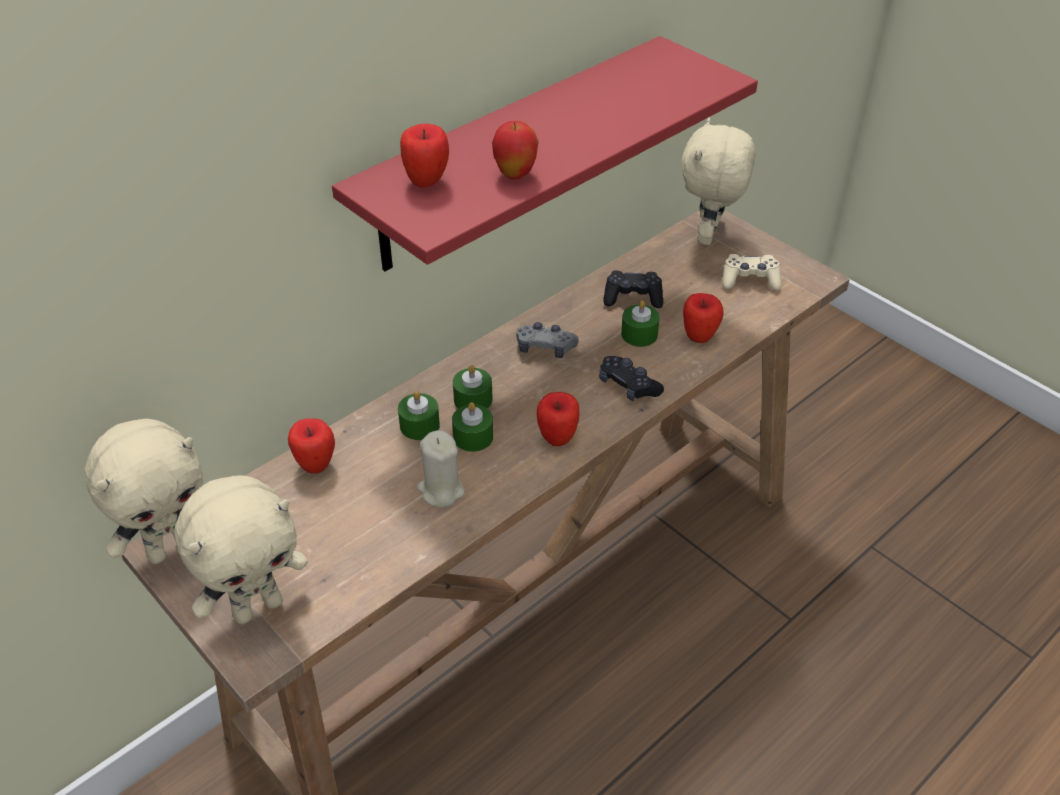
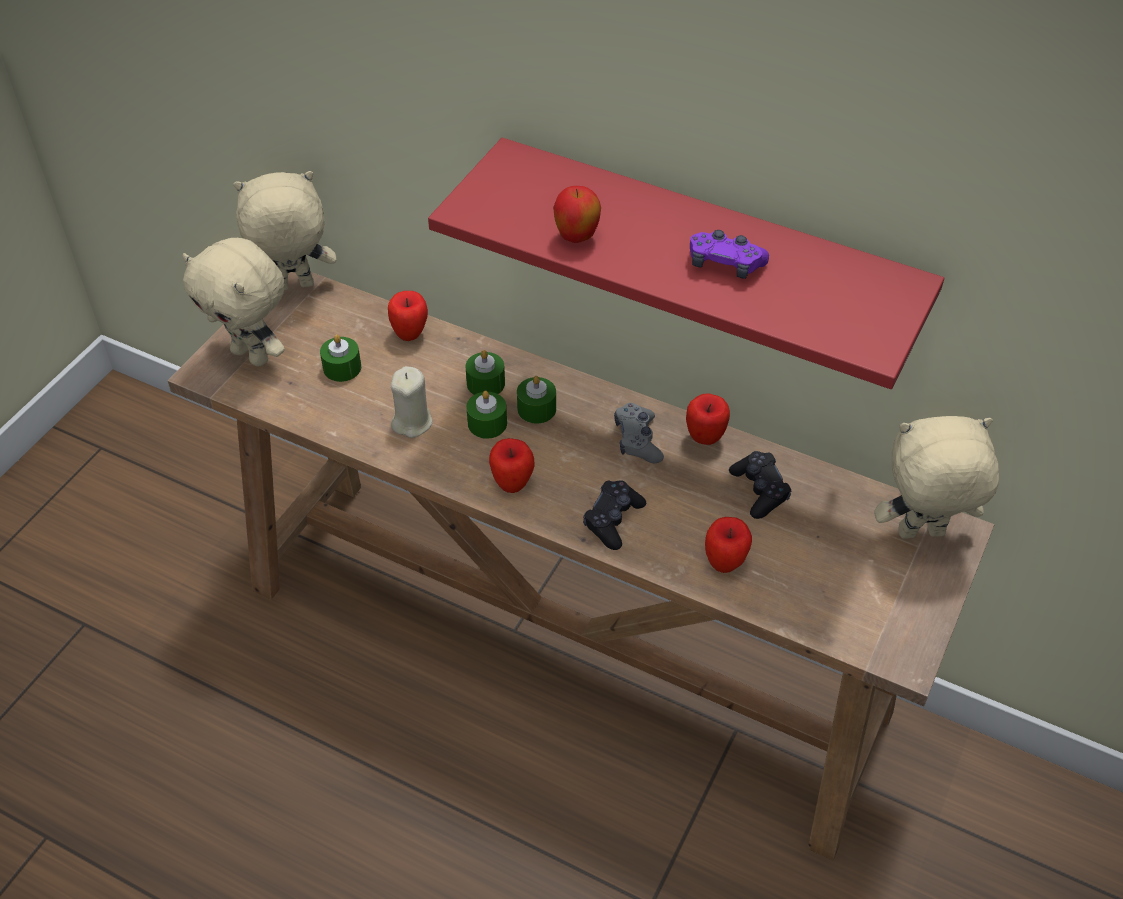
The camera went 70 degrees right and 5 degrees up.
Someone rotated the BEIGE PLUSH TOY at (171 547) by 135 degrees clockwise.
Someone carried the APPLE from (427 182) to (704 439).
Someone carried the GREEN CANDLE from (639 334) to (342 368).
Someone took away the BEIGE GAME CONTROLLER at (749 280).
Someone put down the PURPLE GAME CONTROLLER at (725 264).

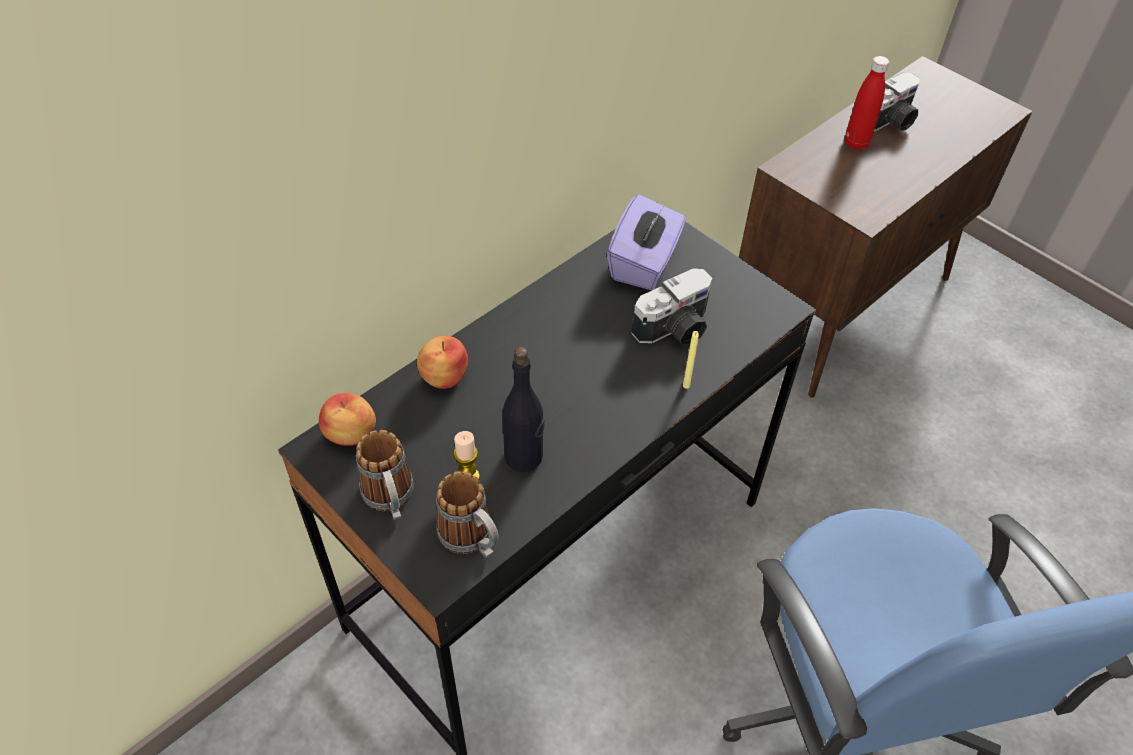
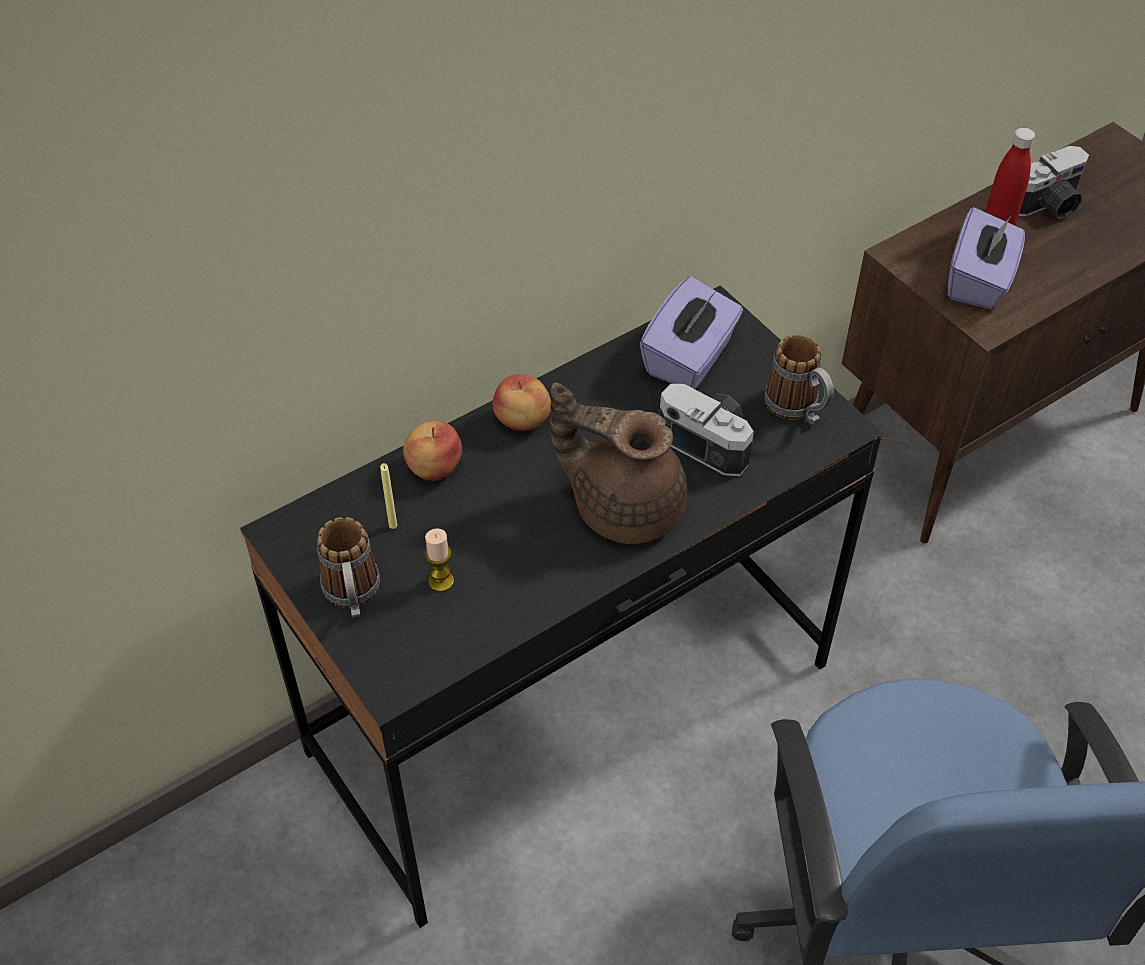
The camera went 10 degrees right and 0 degrees up.
Someone carried the APPLE from (351 435) to (522 421).
Someone carried the MUG from (472 540) to (798 409).
Someone took away the BLACK BOTTLE at (524 457).
Someone rotated the PHOTO CAMERA at (675 330) by 120 degrees counterclockwise.
Someone carried the YELLOW CANDLE from (686 385) to (393 525).
Someone put down the BROWN TEAPOT at (624 505).
Someone put down the PURPLE TISSUE BOX at (979 281).

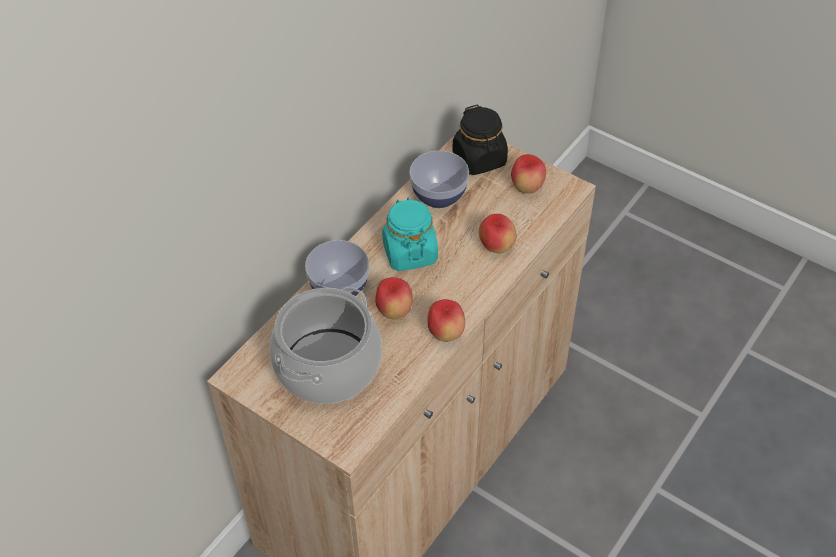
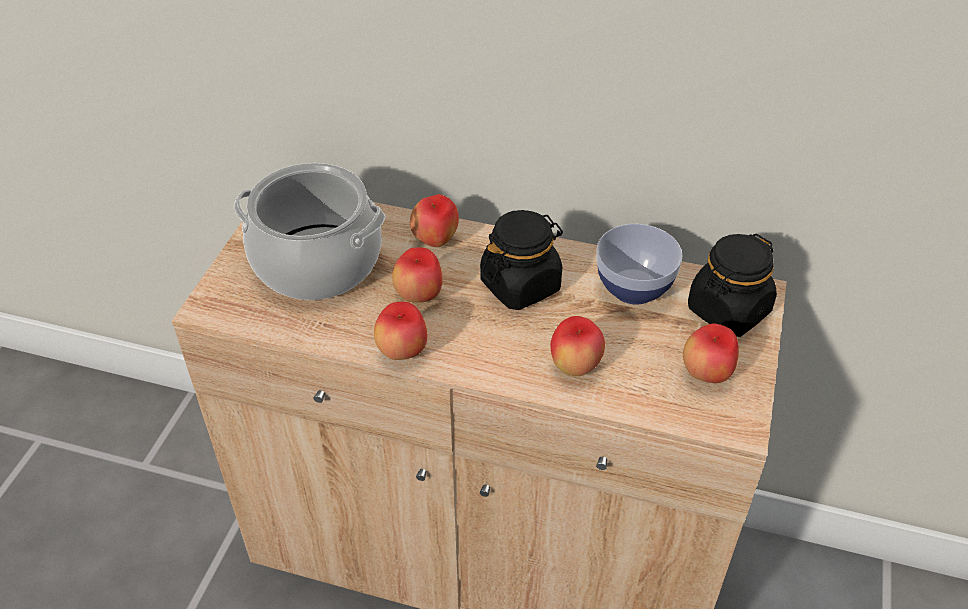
The camera went 70 degrees right and 5 degrees down.
Someone swapped the BOWL at (339 288) for the APPLE at (435 241).
Someone repainted the TURQUOISE JAR at (409 252), which became the BLACK JAR at (521 285).

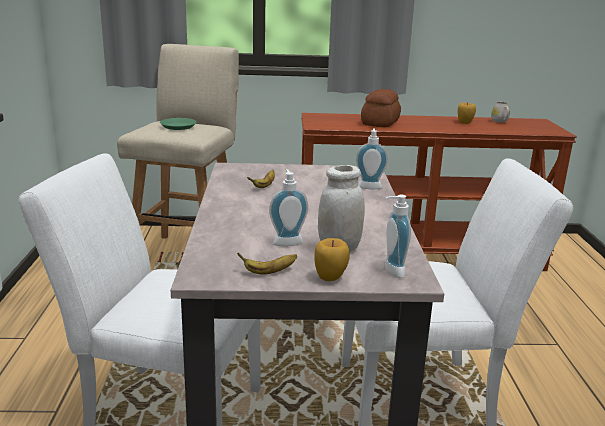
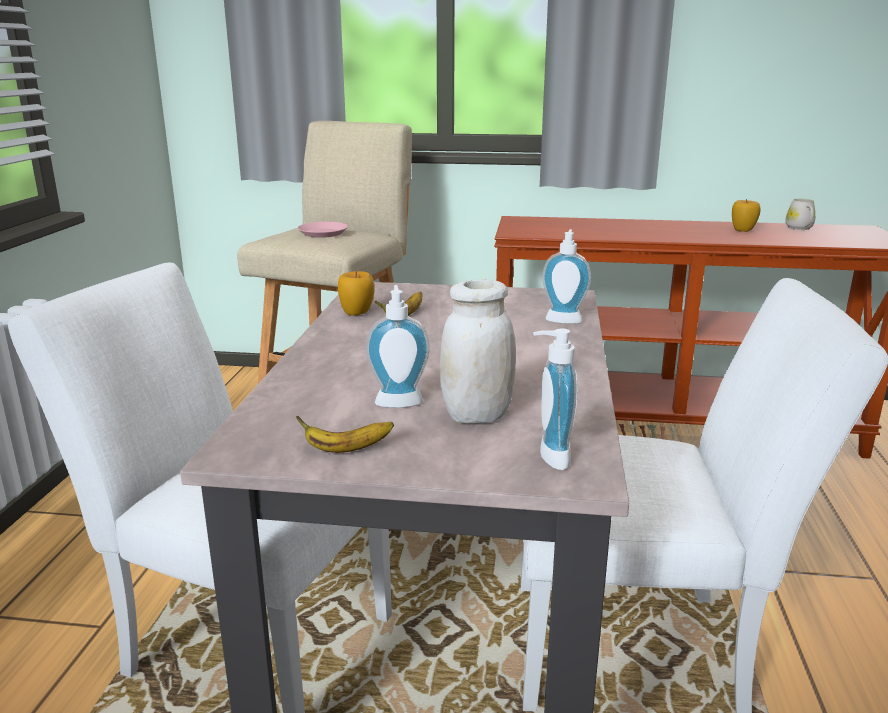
The camera went 10 degrees right and 0 degrees up.
Someone repainted the GREEN PLATE at (178 126), which became the PINK PLATE at (323 233).
Someone carried the APPLE from (330 278) to (357 313).
Someone took away the BREAD at (379 123).

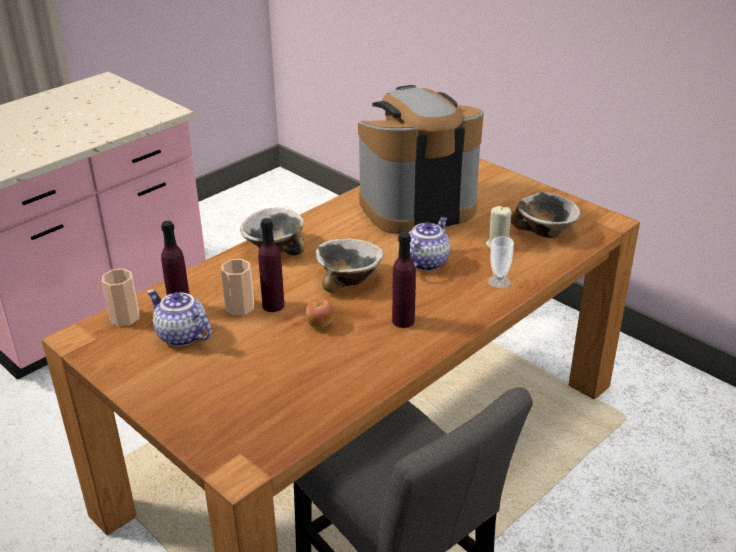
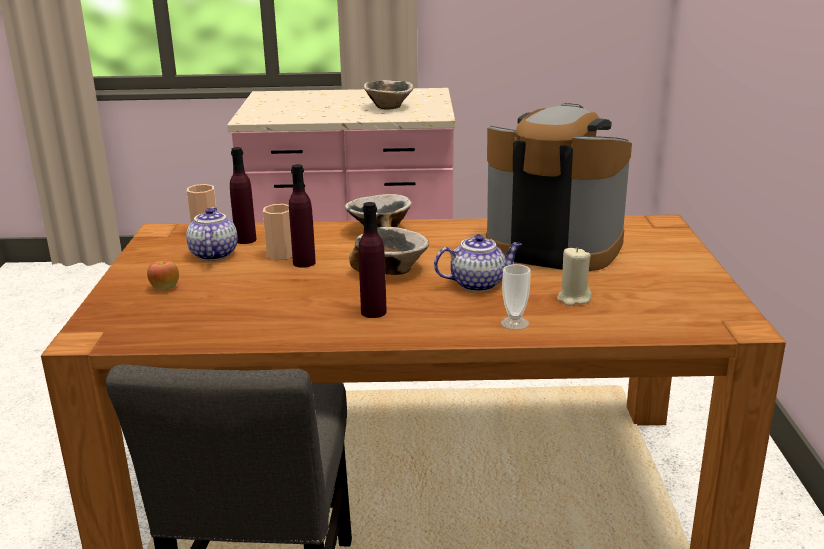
The camera went 45 degrees right and 10 degrees down.
Someone carried the APPLE from (319 325) to (165 288).
Someone carried the BOWL from (546 231) to (388 107).

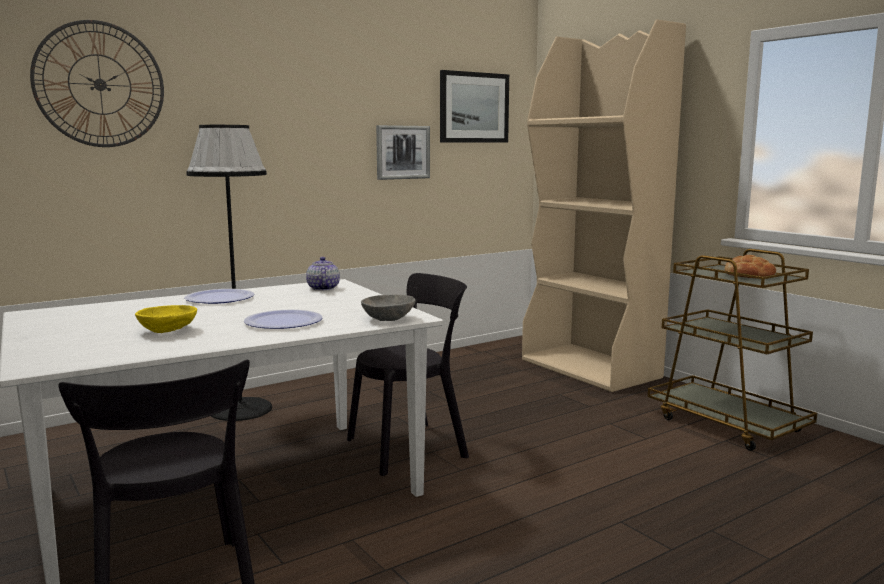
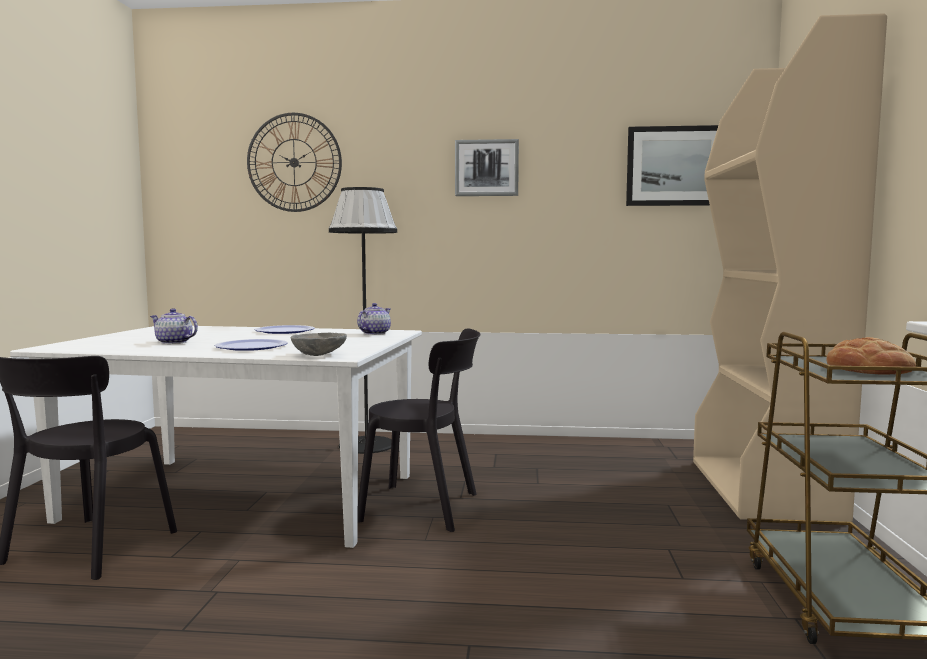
The camera went 40 degrees right and 5 degrees down.
Someone swapped the YELLOW BOWL at (169 331) for the TEAPOT at (174 342).
Someone carried the PICTURE from (402 152) to (486 168).

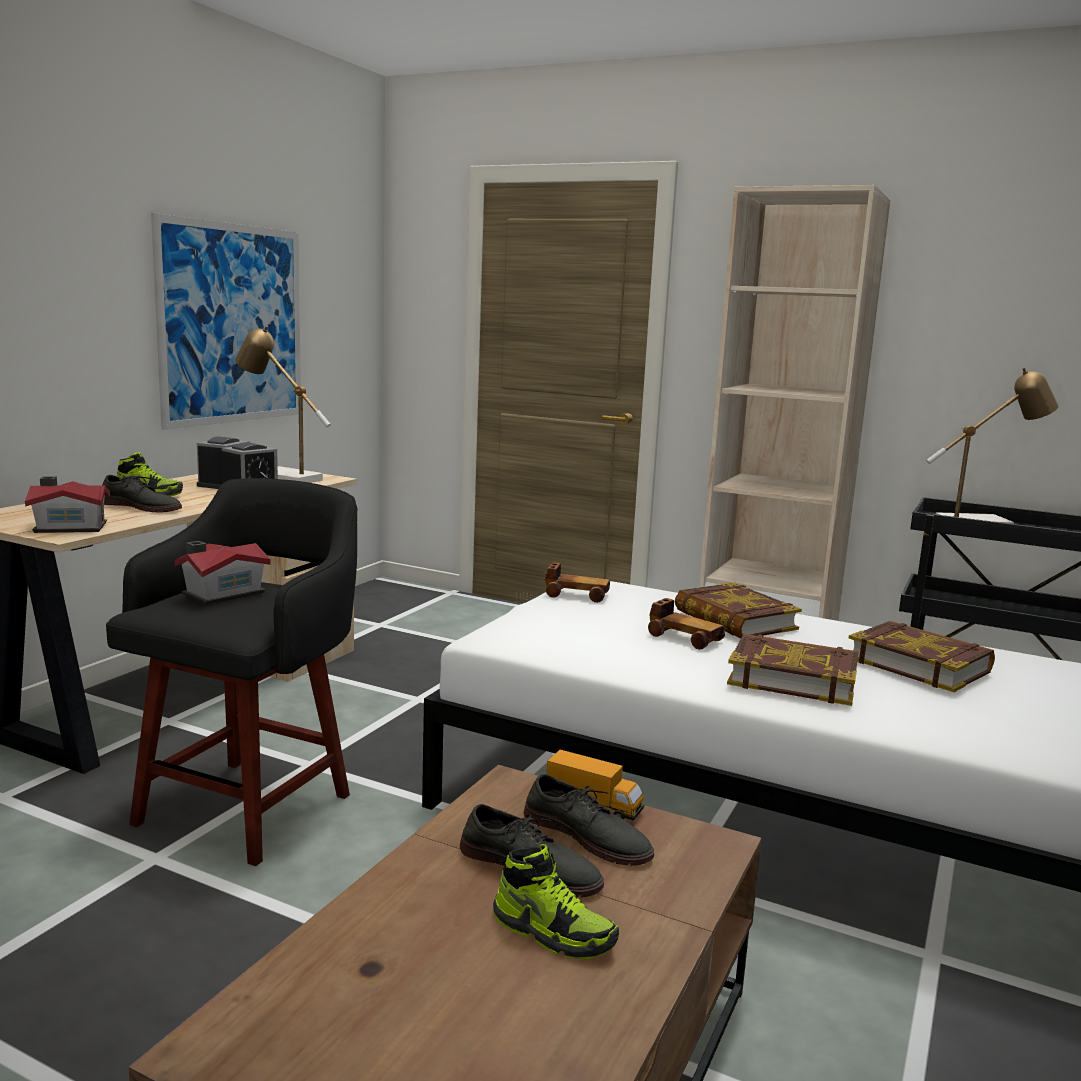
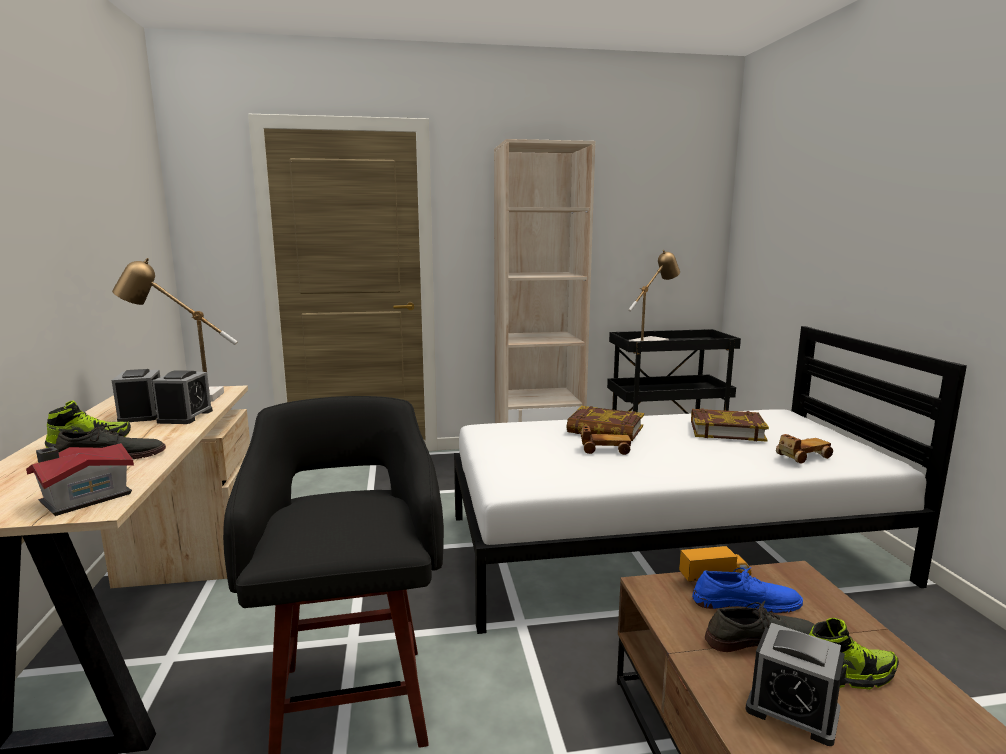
The camera went 35 degrees left and 0 degrees up.
Someone took away the PICTURE at (233 324).
Someone took away the TOY HOUSE at (221 593).
Someone repainted the GREY SHOE at (587 836), which became the BLUE SHOE at (745 602).
Someone carried the TOY CAR from (576 595) to (802 456).
Someone took away the BOOK at (793 678).
Someone put down the ALARM CLOCK at (792 710).

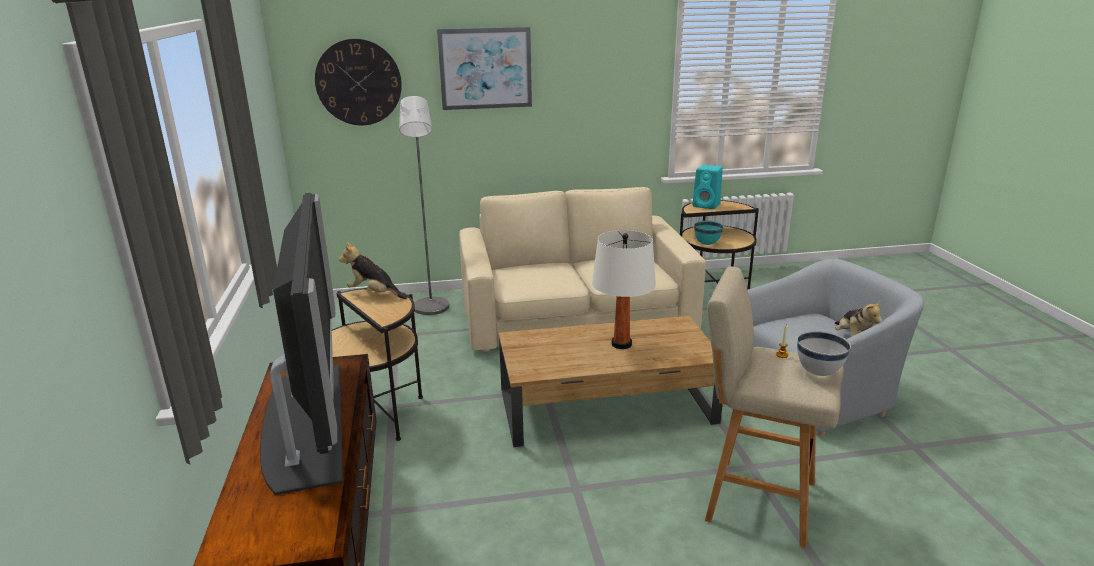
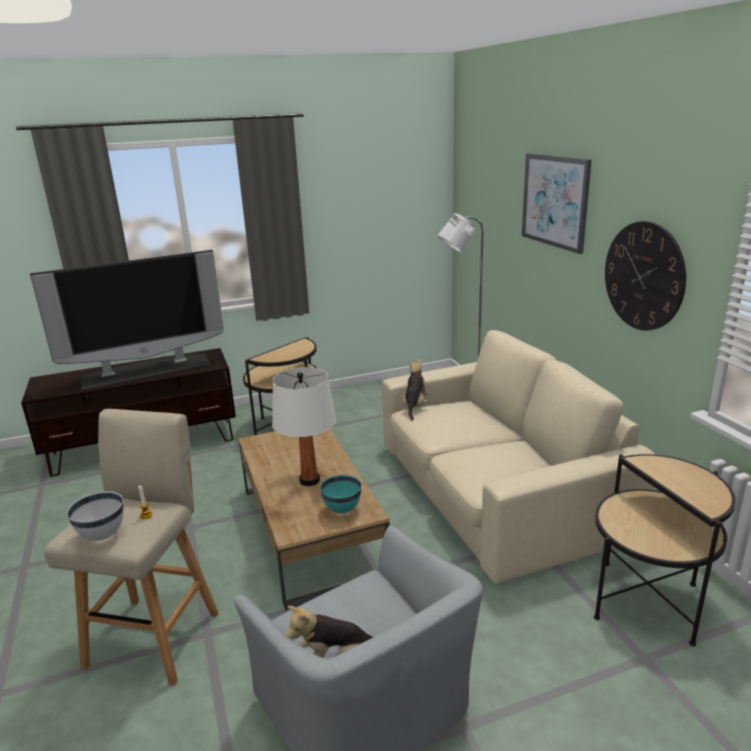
The camera went 80 degrees right and 0 degrees up.
Someone carried the WALL CLOCK from (358 82) to (643 276).
Someone carried the PLUSH TOY from (374 294) to (415 406).
Someone took away the TURQUOISE SPEAKER at (707 205).
Someone carried the TURQUOISE BOWL from (707 244) to (342 510).

